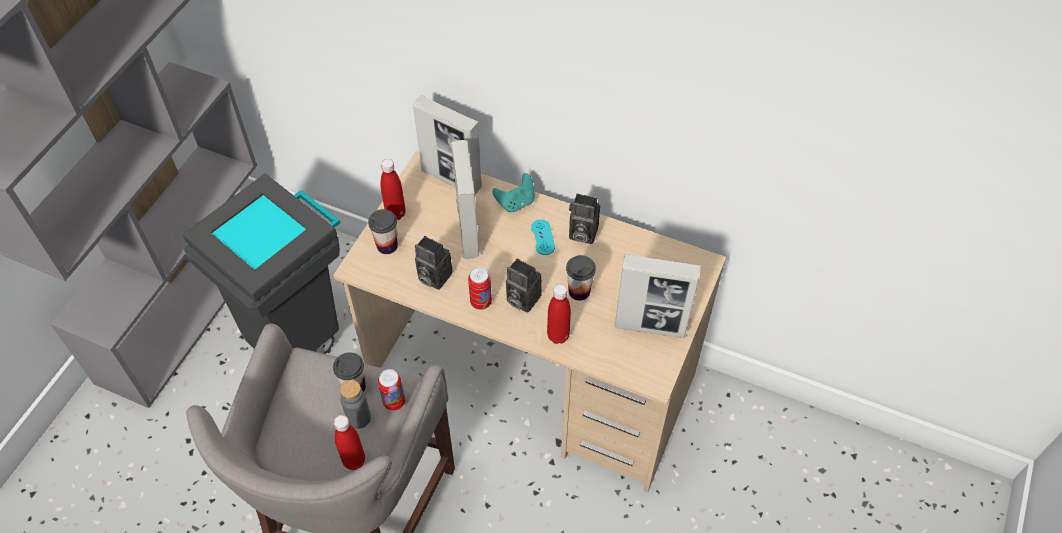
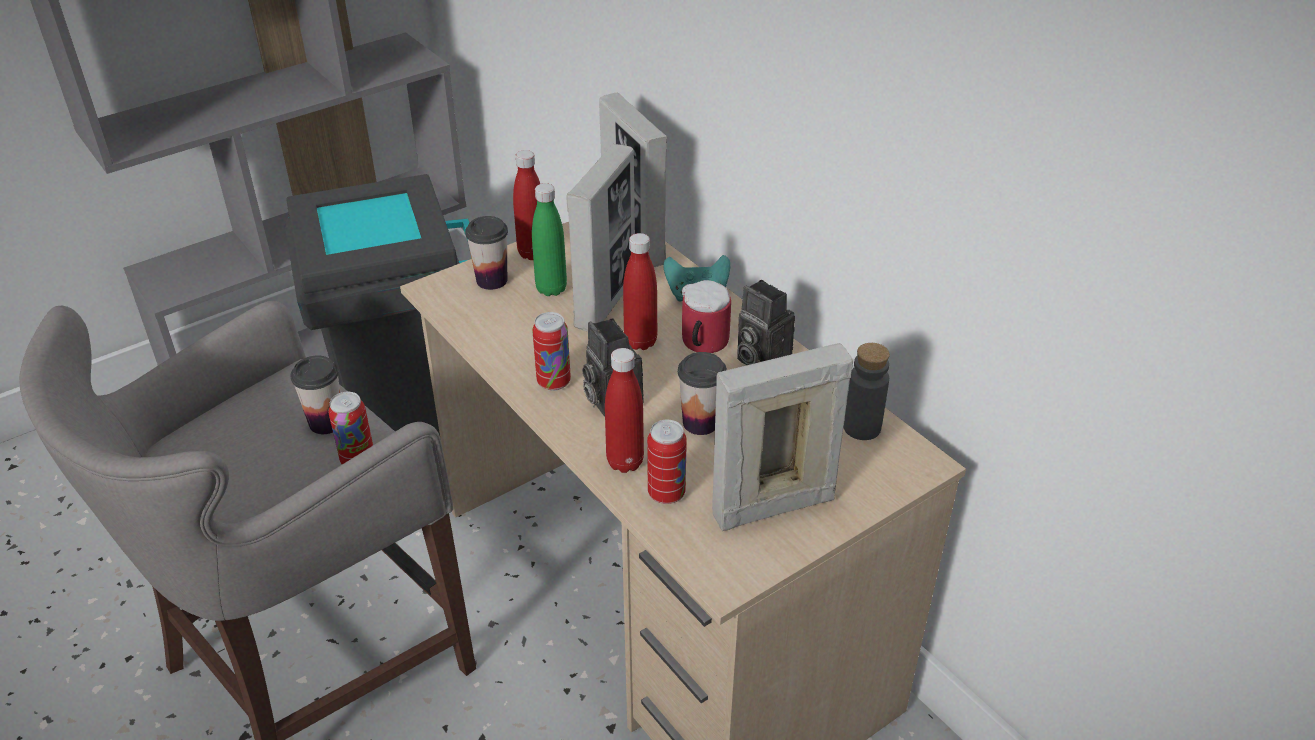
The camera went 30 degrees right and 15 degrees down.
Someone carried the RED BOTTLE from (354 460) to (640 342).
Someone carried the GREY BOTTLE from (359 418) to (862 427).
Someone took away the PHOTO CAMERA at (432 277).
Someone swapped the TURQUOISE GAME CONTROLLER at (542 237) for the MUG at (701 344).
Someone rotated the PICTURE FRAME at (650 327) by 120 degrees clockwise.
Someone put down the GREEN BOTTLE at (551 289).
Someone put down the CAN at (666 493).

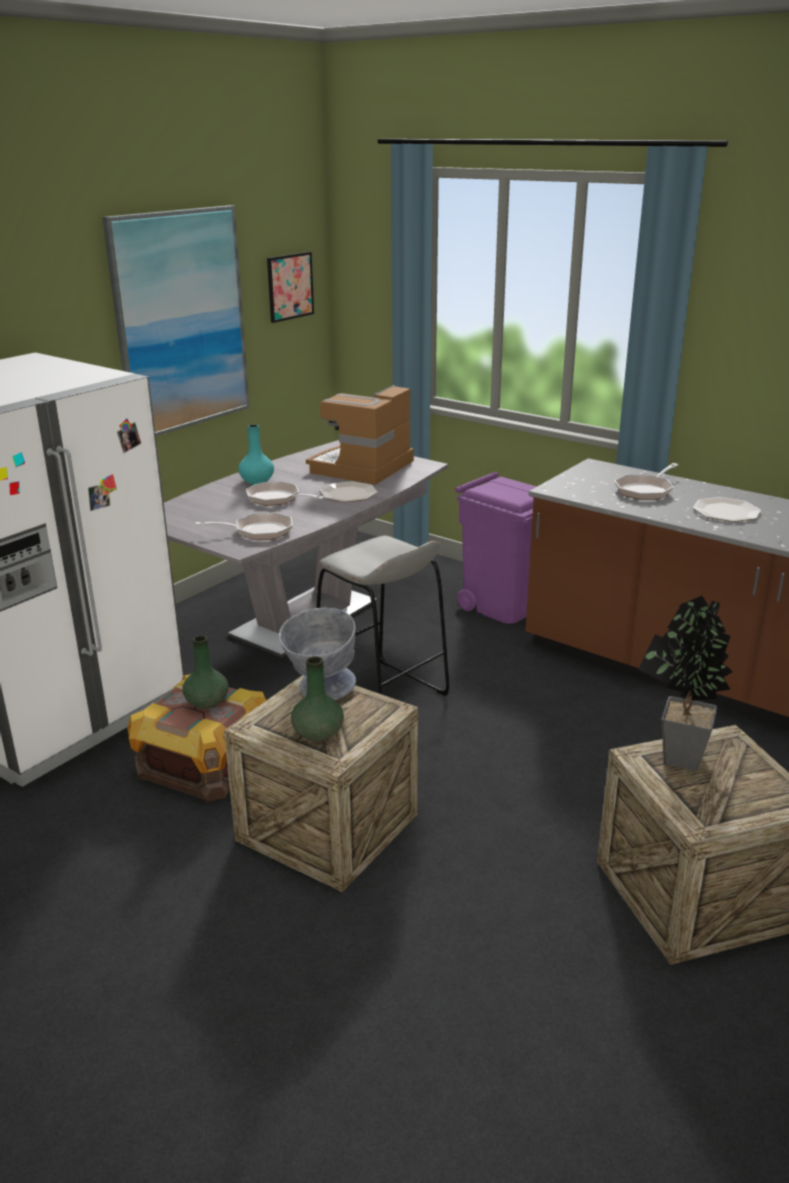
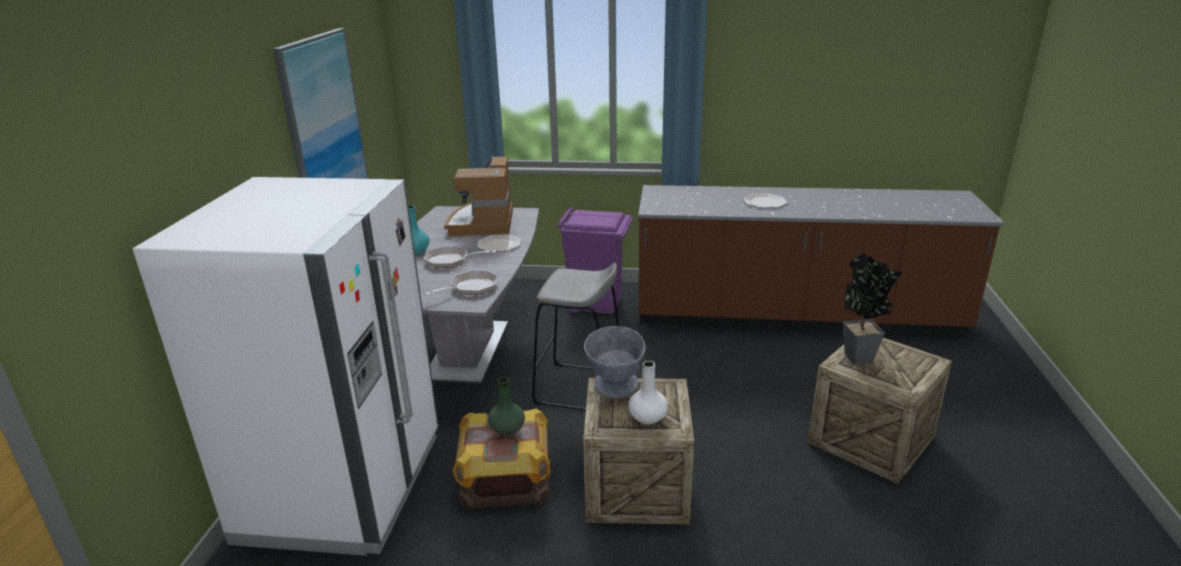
The camera went 30 degrees left and 0 degrees up.
Someone took away the PICTURE at (290 286).
Someone repainted the GREEN VASE at (318 734), which became the WHITE VASE at (648 418).
Someone took away the FRYING PAN at (646 490).

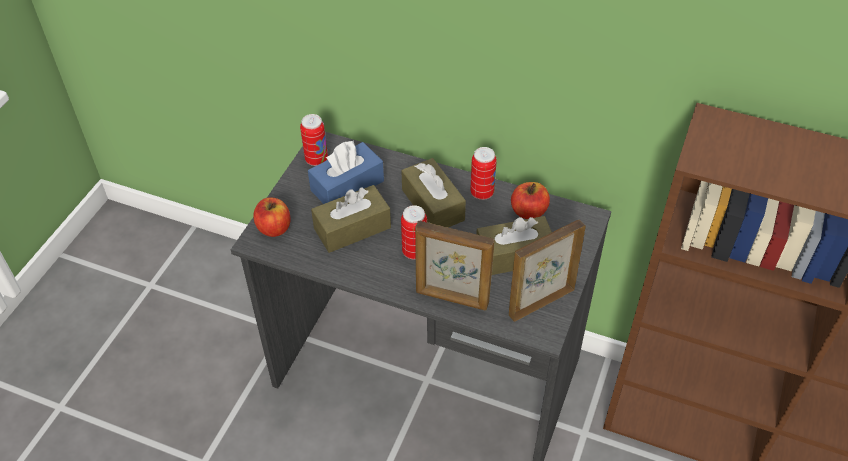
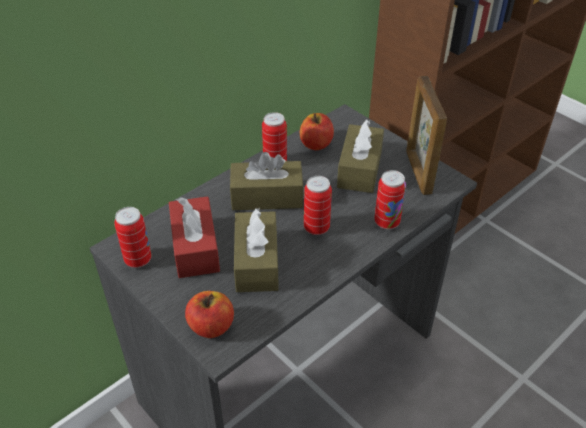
The camera went 65 degrees left and 5 degrees down.
Someone repainted the BLUE TISSUE BOX at (347 185), which became the RED TISSUE BOX at (195 247).
Someone swapped the PICTURE FRAME at (452 298) for the CAN at (387 222).

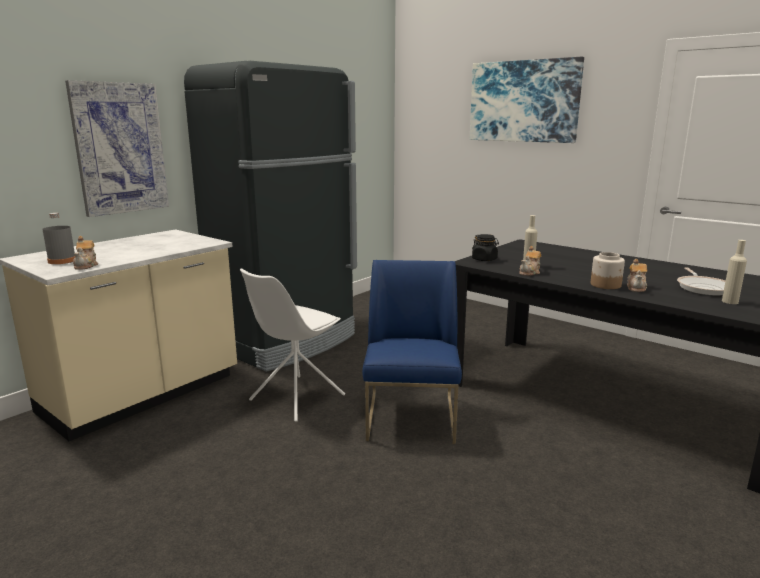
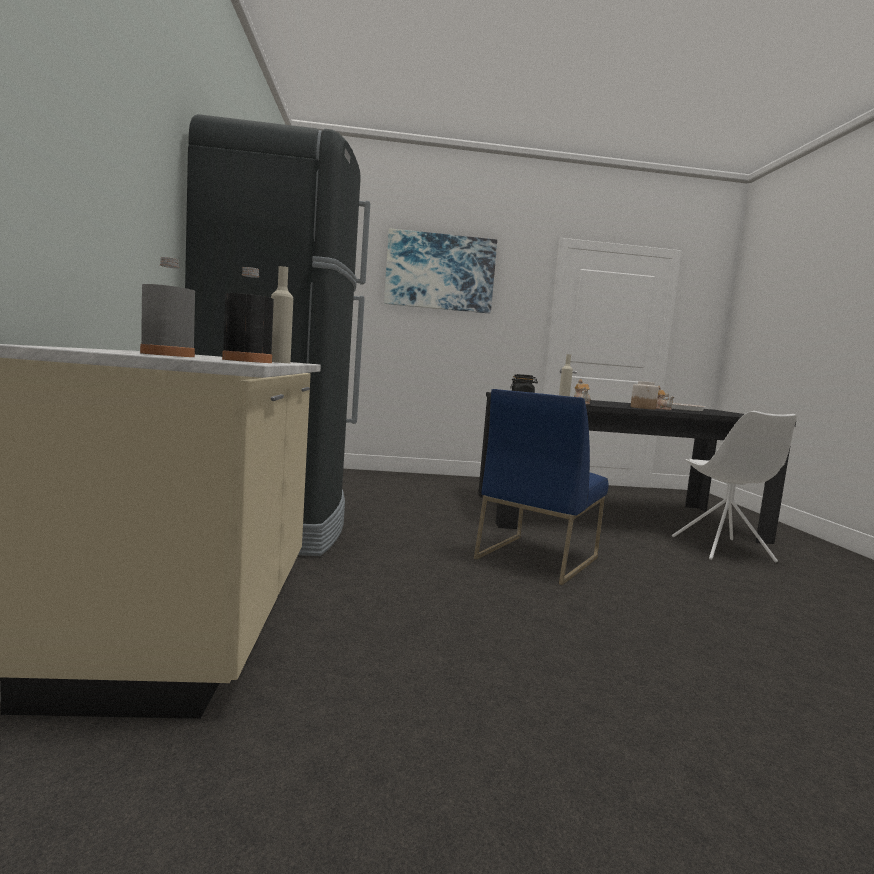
The camera went 45 degrees left and 10 degrees down.
Someone took away the PICTURE at (119 148).
Someone swapped the TEAPOT at (86 265) for the BLACK BOTTLE at (247 361).
Someone carried the WHITE CHAIR from (295 398) to (722 549).
Someone rotated the BLUE CHAIR at (412 418) by 105 degrees counterclockwise.
Someone carried the BEIGE BOTTLE from (730 301) to (279 362).

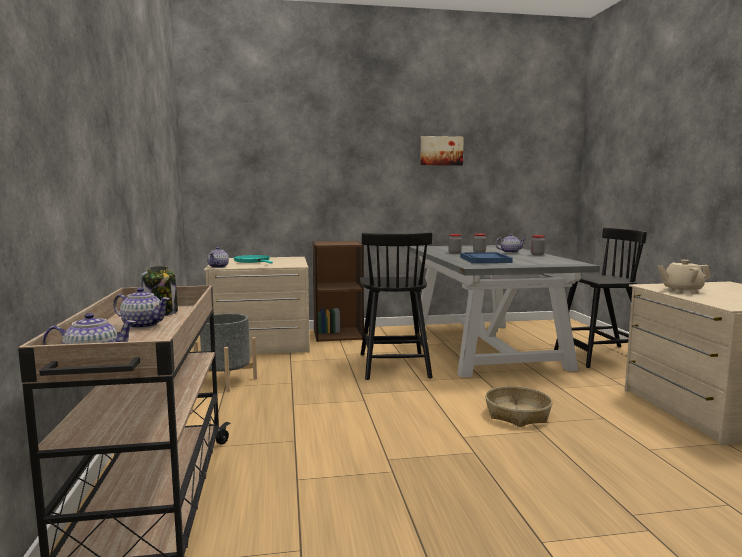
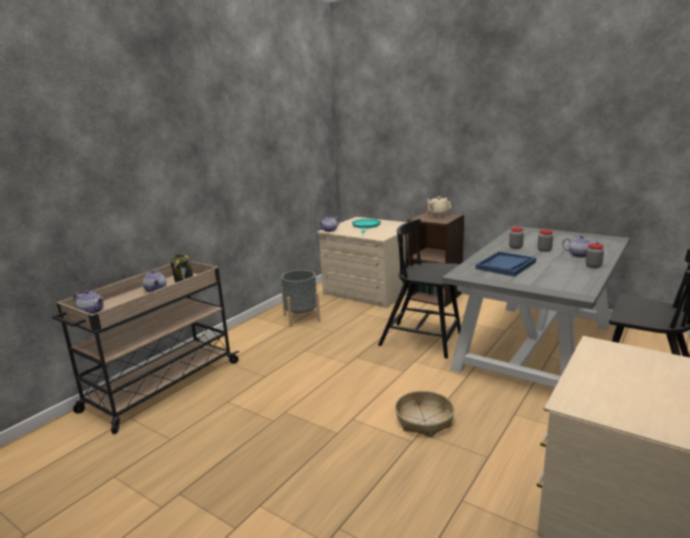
The camera went 45 degrees right and 10 degrees up.
Someone rotated the BLACK CHAIR at (394 365) by 75 degrees clockwise.
Someone took away the PICTURE at (441 151).
Someone carried the BEIGE TEAPOT from (681 291) to (438 215).

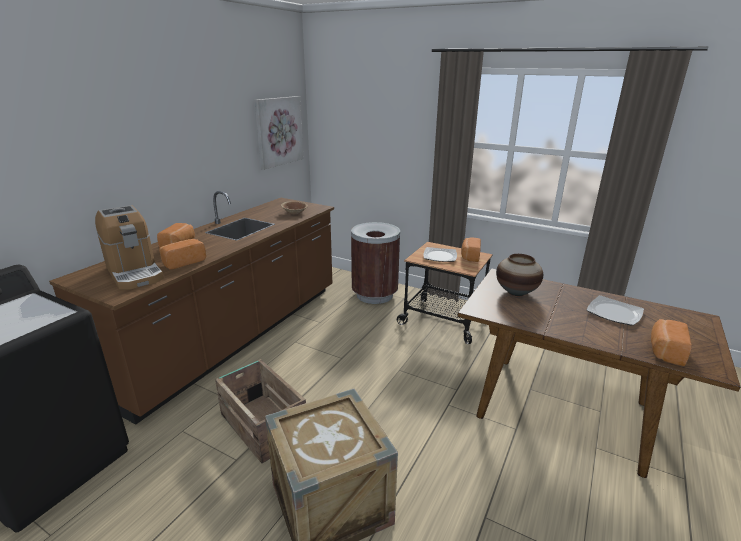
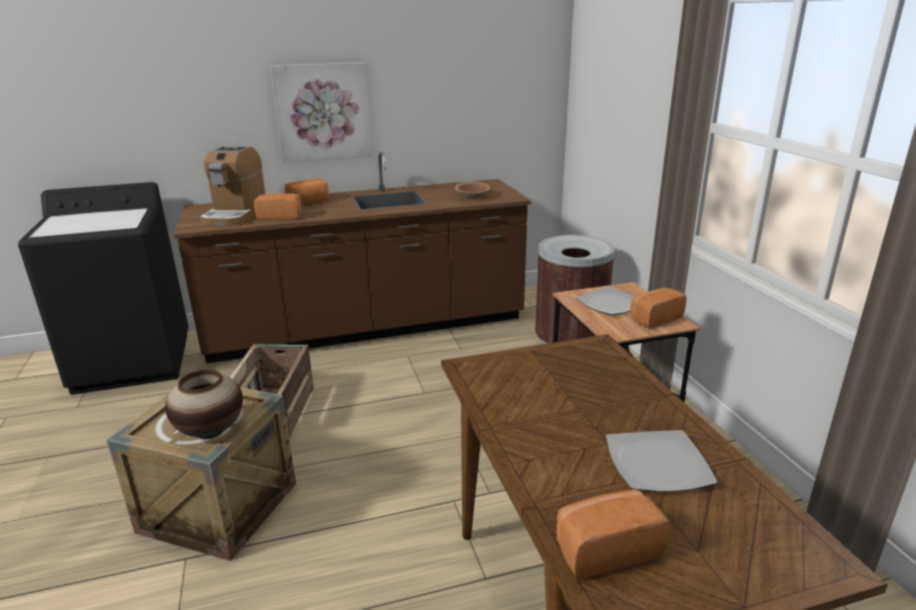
The camera went 45 degrees right and 0 degrees up.
Someone carried the PICTURE from (278 131) to (323 112).
Someone carried the VASE from (516 292) to (210 431).

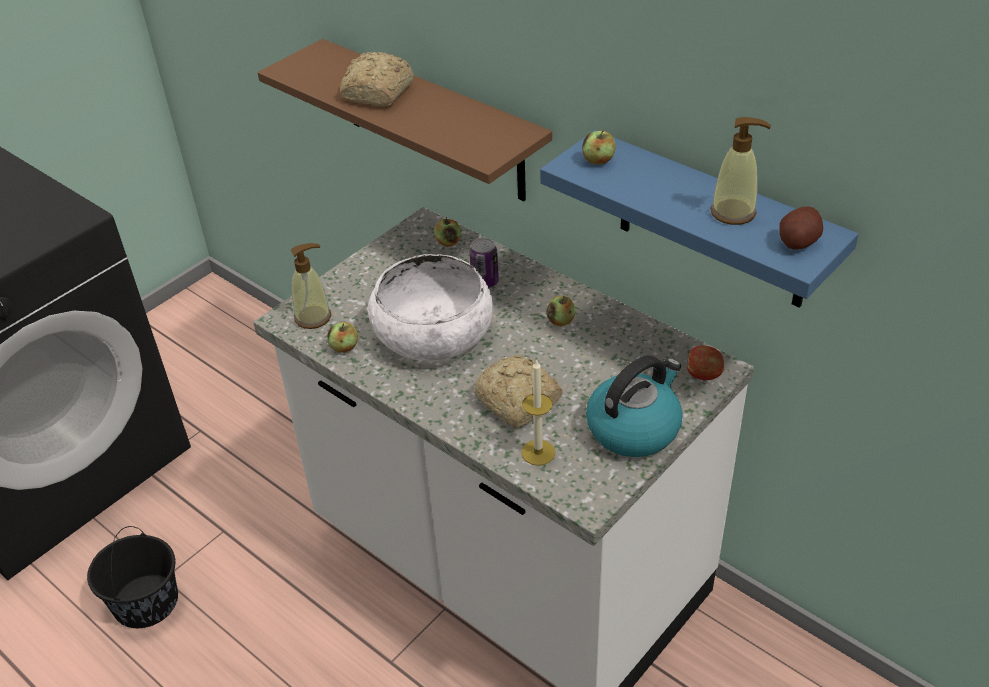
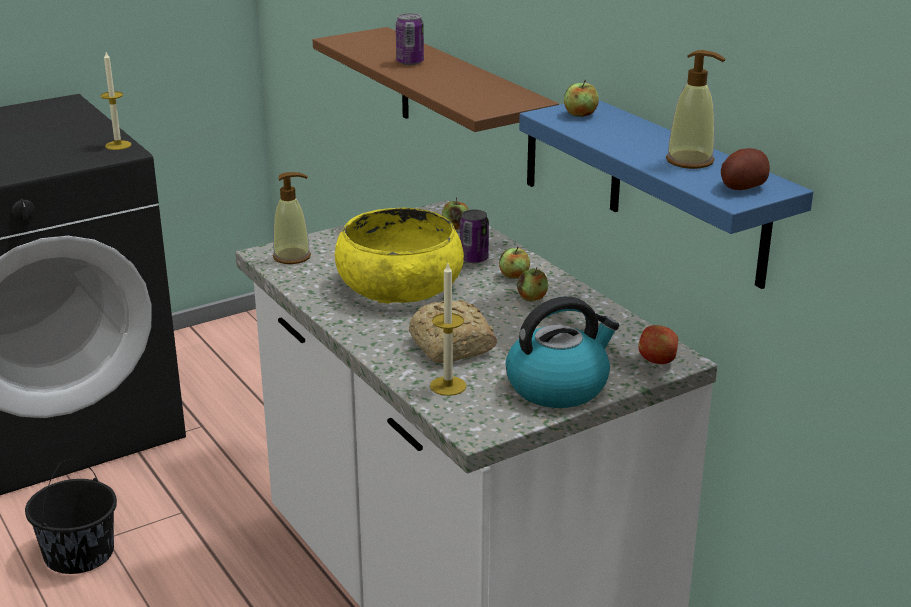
The camera went 15 degrees right and 15 degrees down.
Someone carried the APPLE from (344 347) to (514 276).
Someone swapped the BREAD at (377 93) for the CAN at (410 62).
Someone repainted the WHITE BOWL at (433 332), which became the YELLOW BOWL at (400 285).
Someone put down the CANDLE at (118 145).

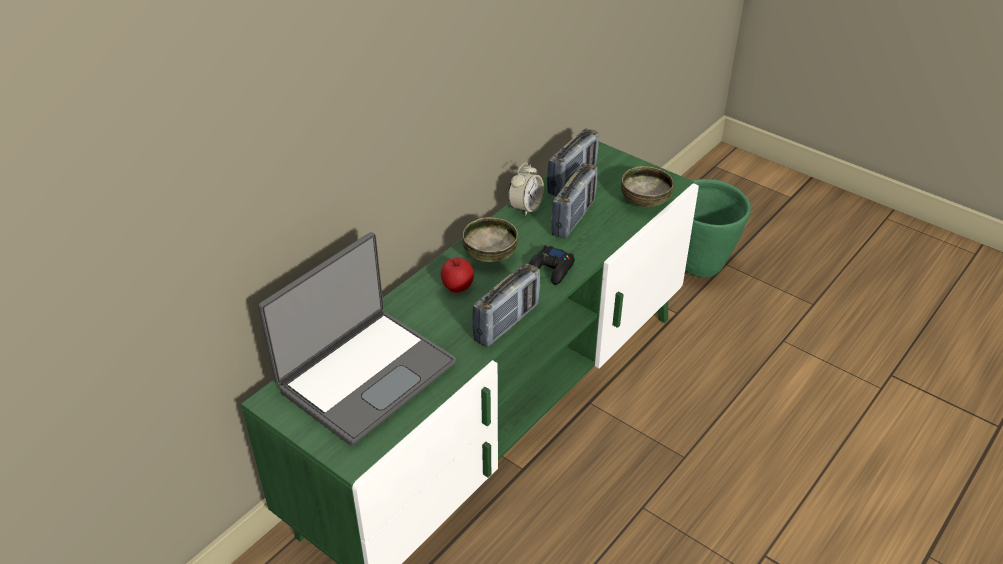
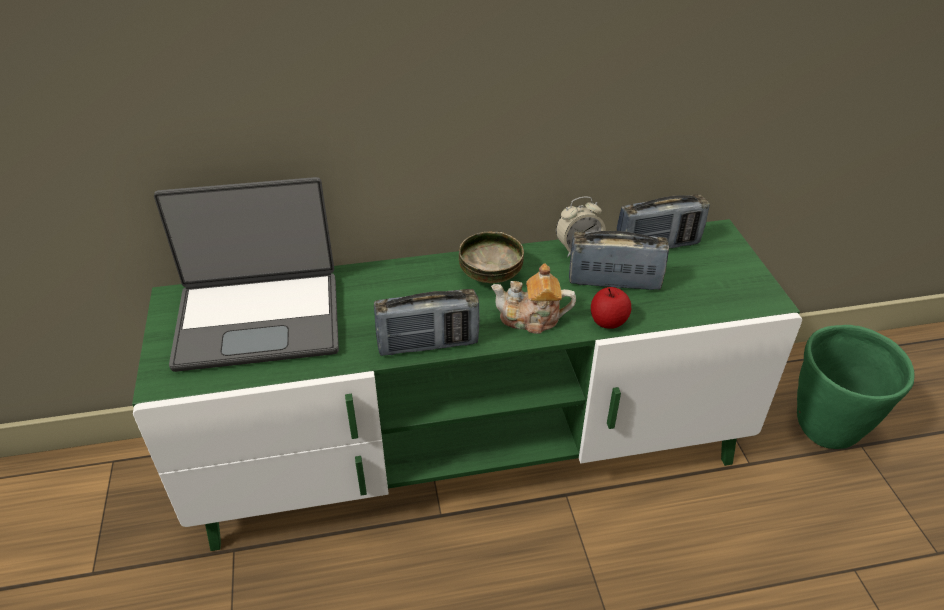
The camera went 40 degrees right and 0 degrees up.
Someone carried the APPLE from (457 286) to (608 321).
Someone swapped the BLACK GAME CONTROLLER at (551 270) for the TEAPOT at (531 319).
Someone rotated the RADIO at (573 218) by 150 degrees counterclockwise.
Someone took away the BOWL at (644 201).

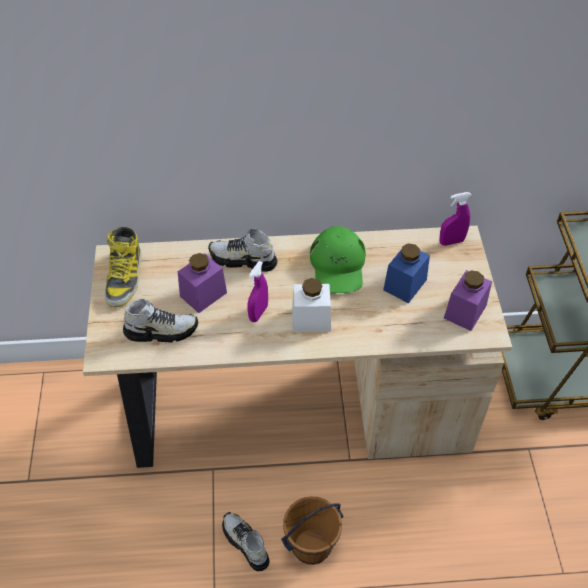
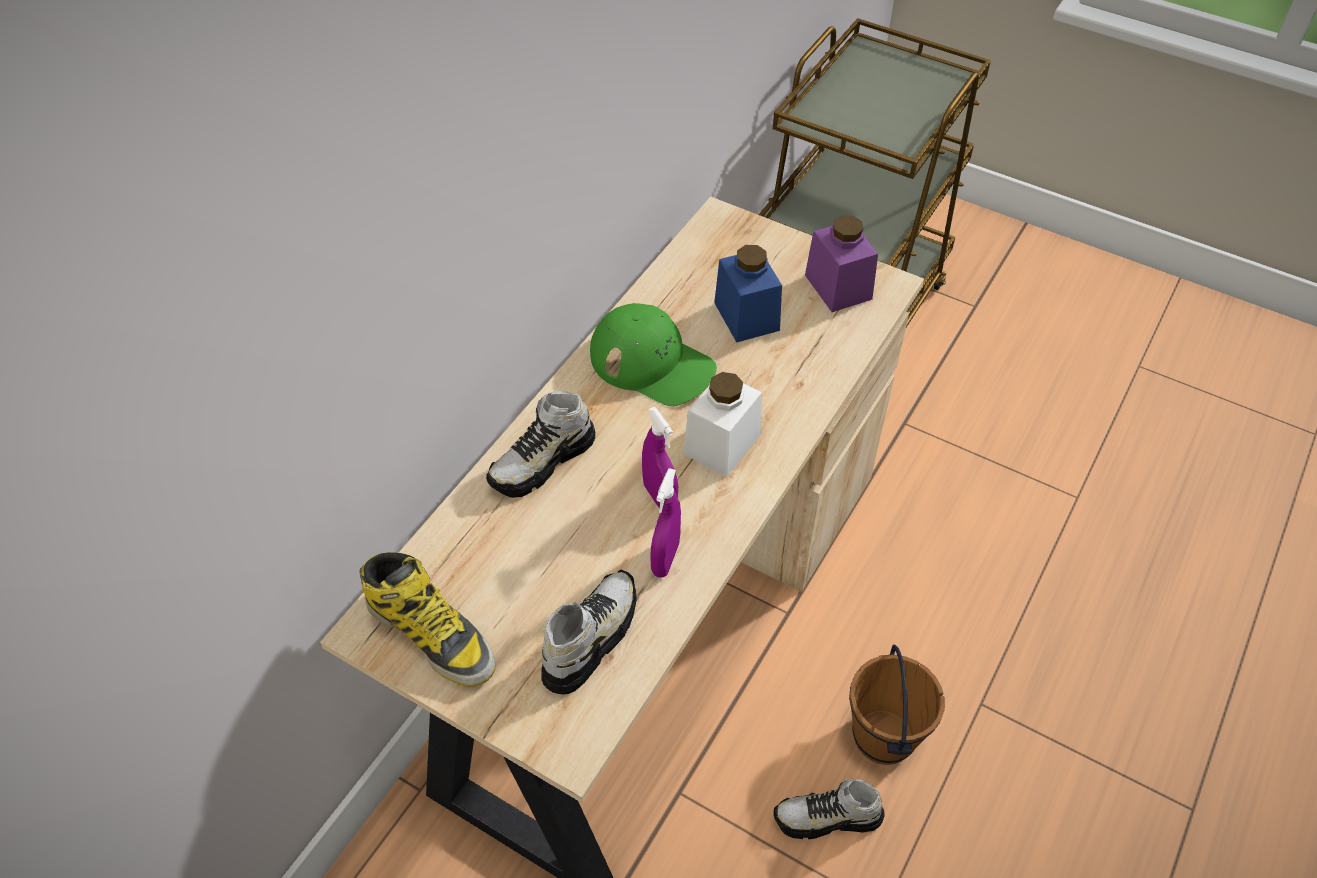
The camera went 55 degrees left and 0 degrees up.
Someone took away the PURPLE JAR at (203 294).
Someone carried the PURPLE SPRAY BOTTLE from (451 242) to (665 558).

